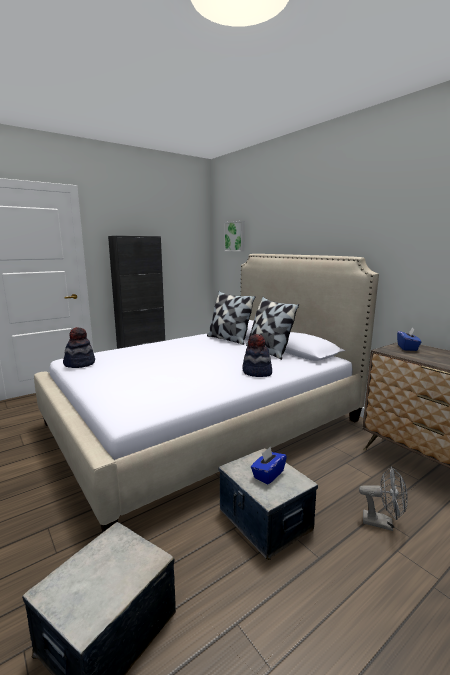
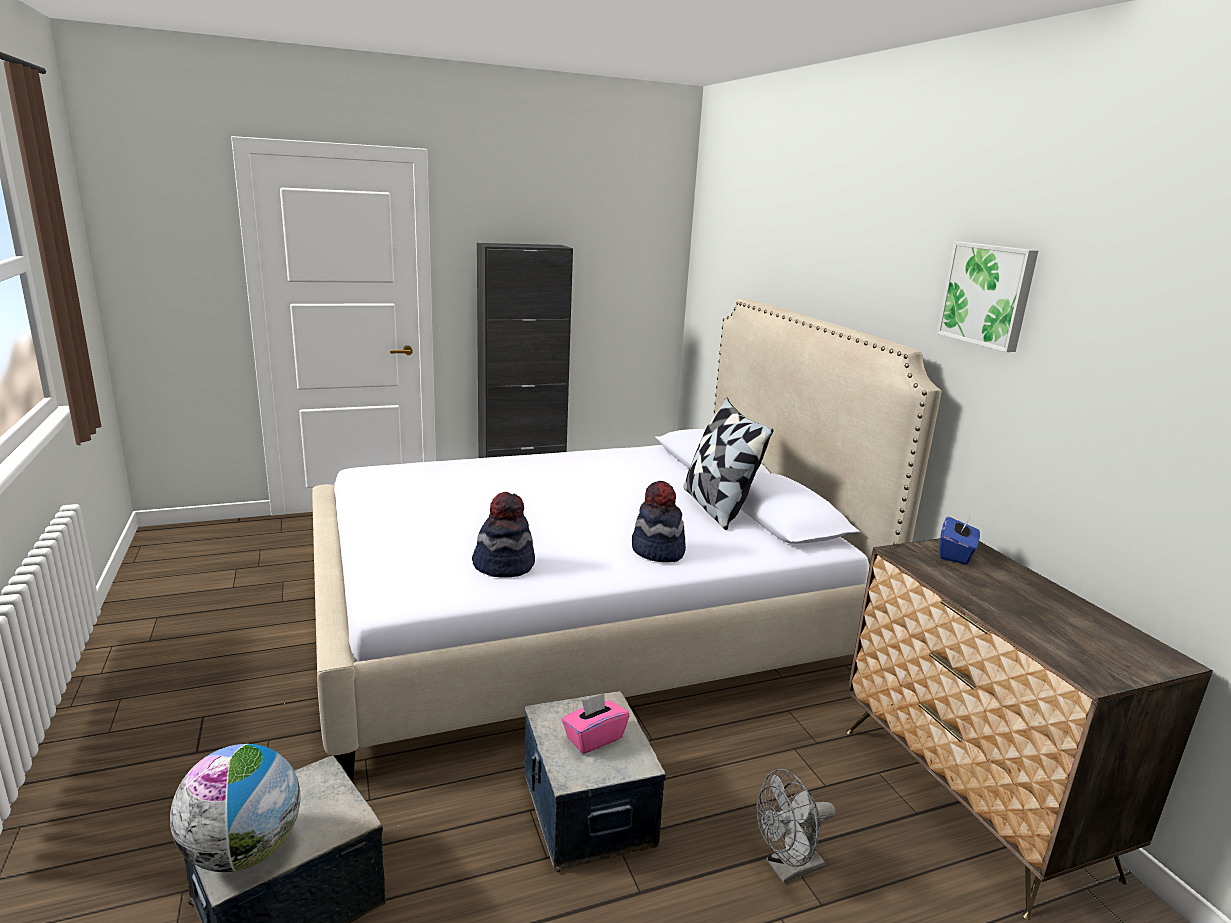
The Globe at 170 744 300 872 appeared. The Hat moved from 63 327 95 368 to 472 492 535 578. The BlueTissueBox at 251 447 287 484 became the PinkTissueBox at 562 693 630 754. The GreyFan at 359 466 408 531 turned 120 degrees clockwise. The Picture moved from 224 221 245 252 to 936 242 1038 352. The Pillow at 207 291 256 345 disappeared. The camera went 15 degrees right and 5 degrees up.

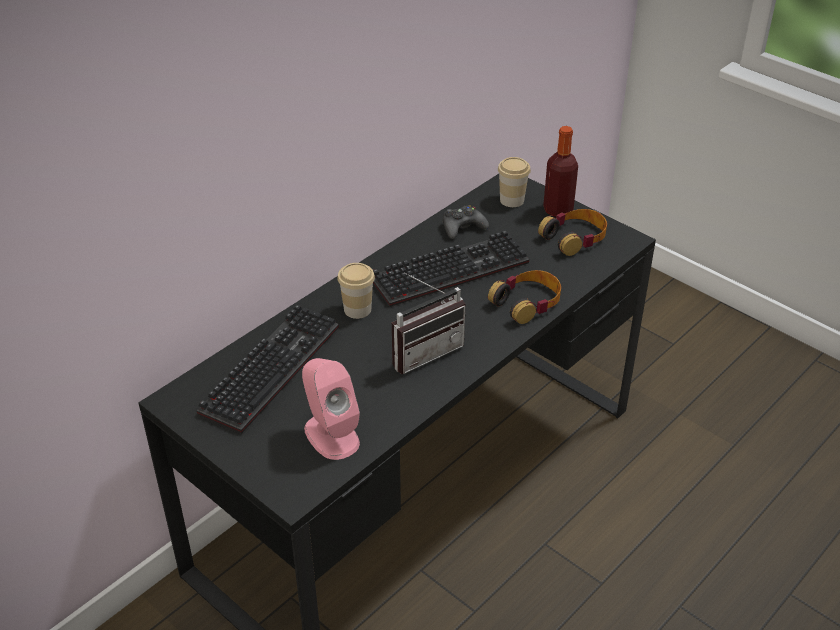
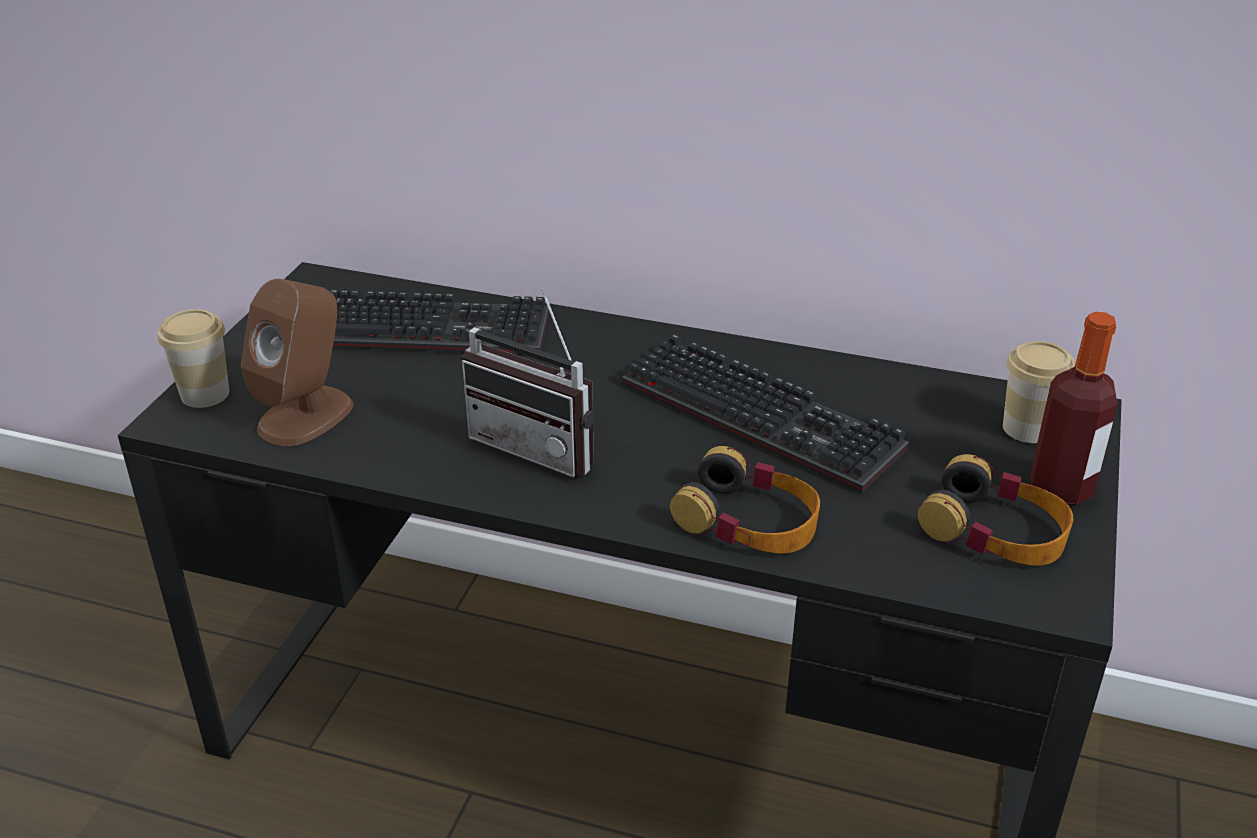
The Cup moved from 337 263 375 319 to 158 309 229 408. The PinkSpeaker at 302 358 360 460 became the BrownSpeaker at 241 279 353 446. The BlackGameController at 443 205 489 239 disappeared. The camera went 65 degrees right and 5 degrees down.

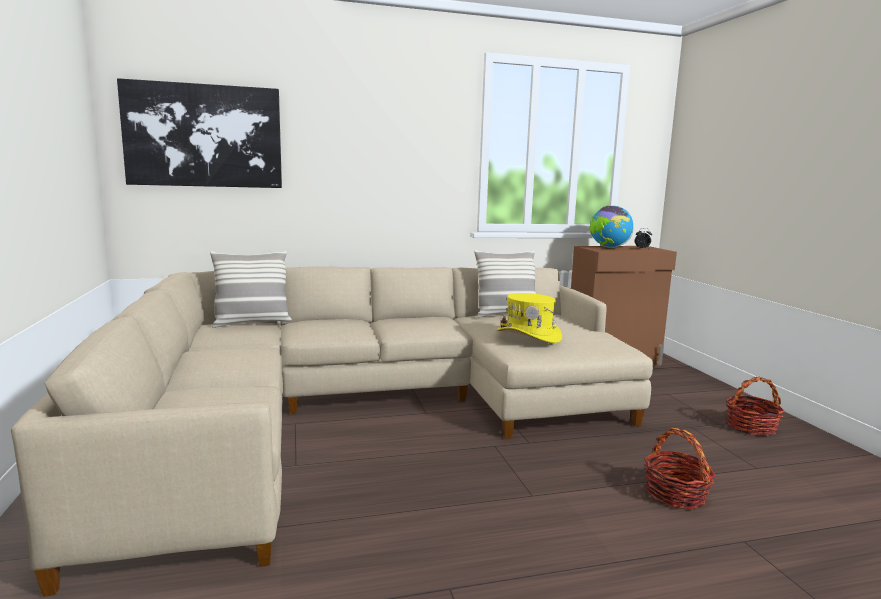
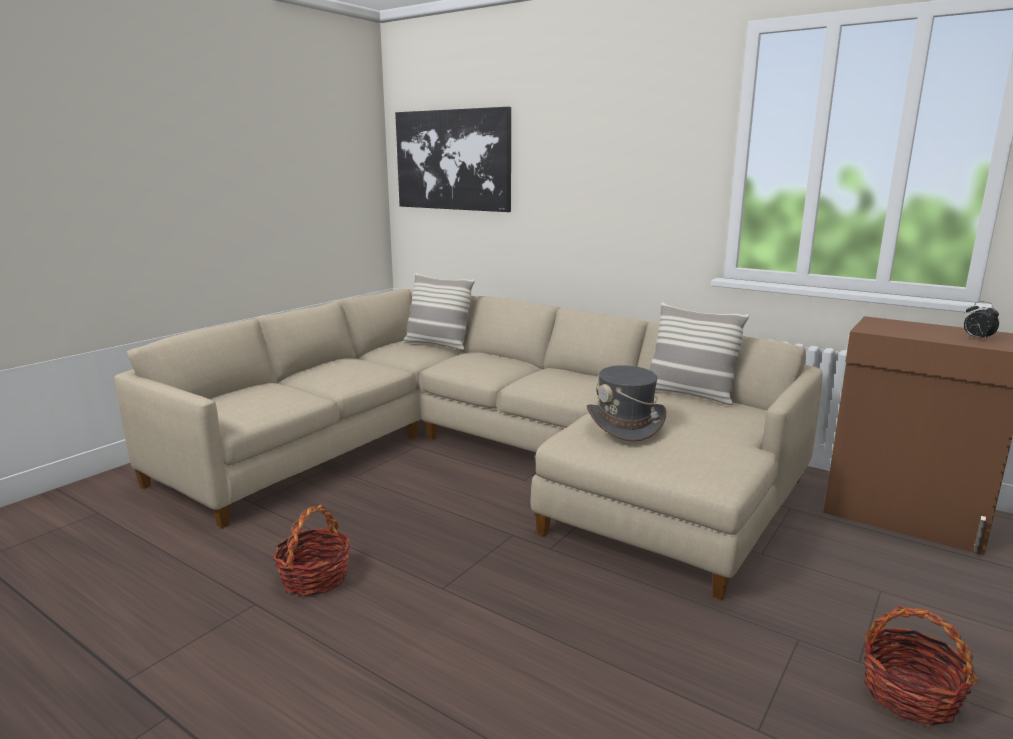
The Basket moved from 644 428 716 509 to 273 505 351 596. The YellowHat at 497 293 562 343 became the GreyHat at 587 365 667 442. The Globe at 590 206 634 248 disappeared. The camera went 50 degrees right and 5 degrees up.

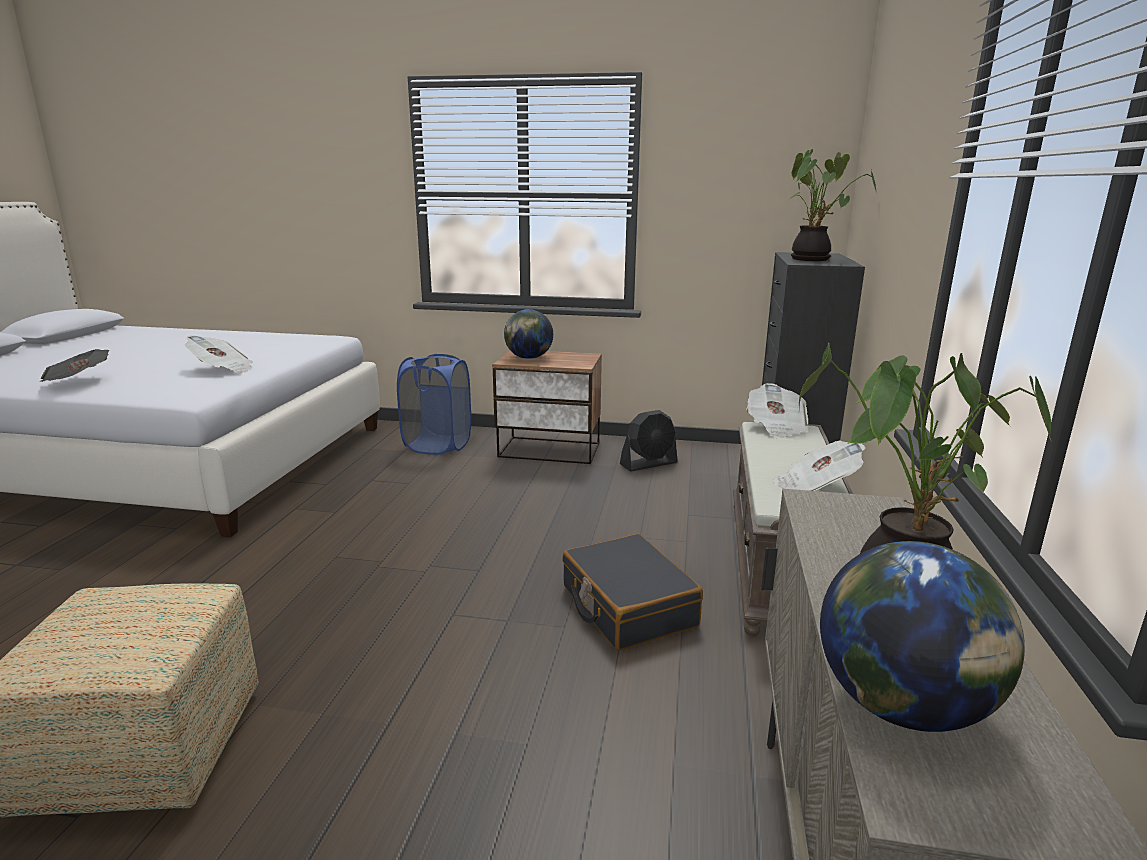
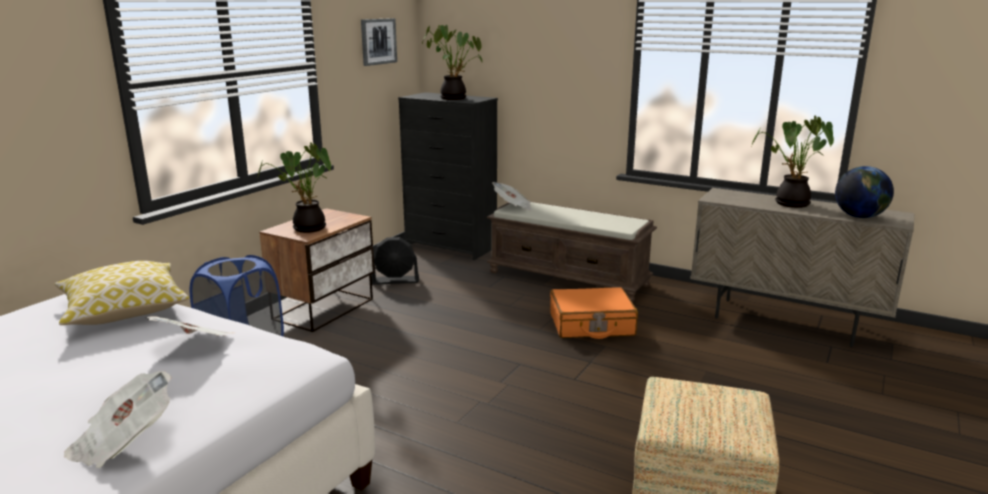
The Pillow at 55 261 189 325 appeared. The Globe at 504 309 553 359 was replaced by the PottedPlant at 258 142 331 233. The Picture at 361 18 397 66 appeared. The BlackFan at 620 410 678 472 turned 90 degrees clockwise. The BlackSuitcase at 562 534 703 651 became the OrangeSuitcase at 550 287 638 339. The Newspaper at 773 441 866 491 disappeared. The camera went 70 degrees left and 0 degrees up.

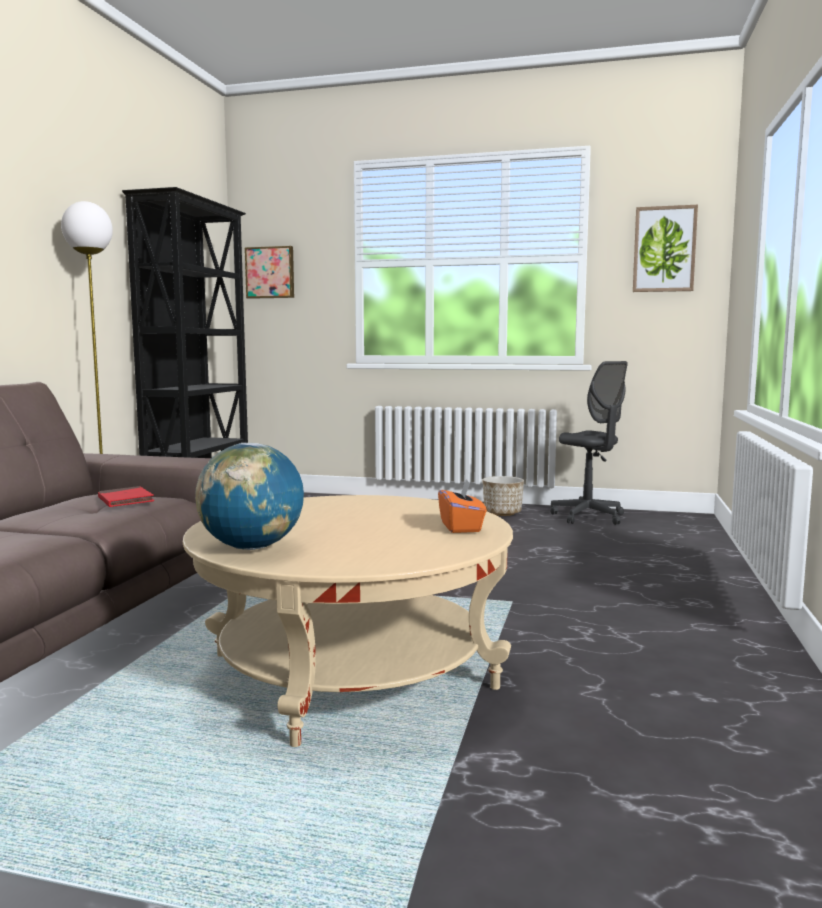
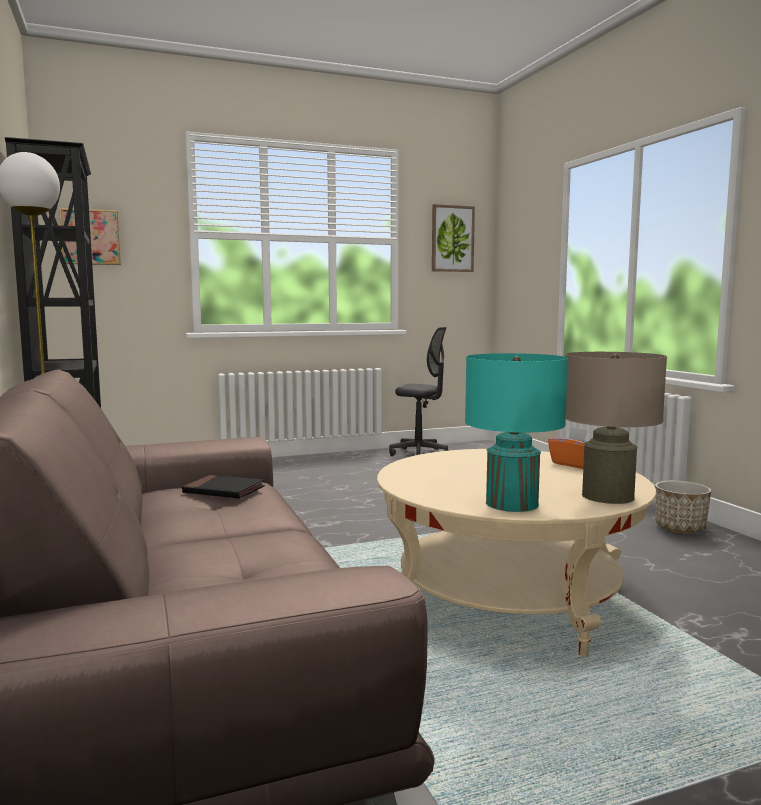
The RedBook at 98 486 154 507 became the BlackBook at 182 475 265 499. The Globe at 195 443 304 550 was replaced by the TurquoiseTableLamp at 465 353 568 512. The BeigeTableLamp at 565 352 667 504 appeared. The Planter moved from 483 476 524 516 to 655 481 711 534. The camera went 35 degrees left and 0 degrees up.

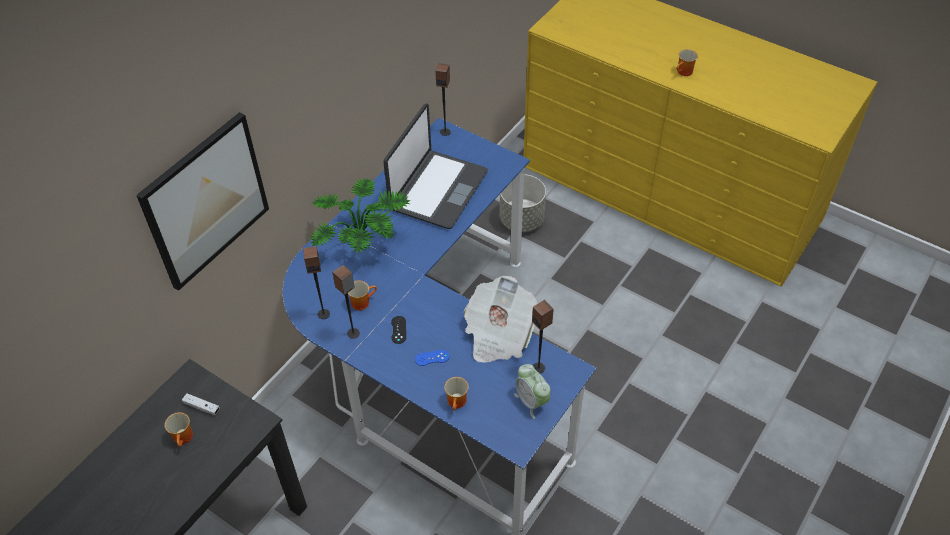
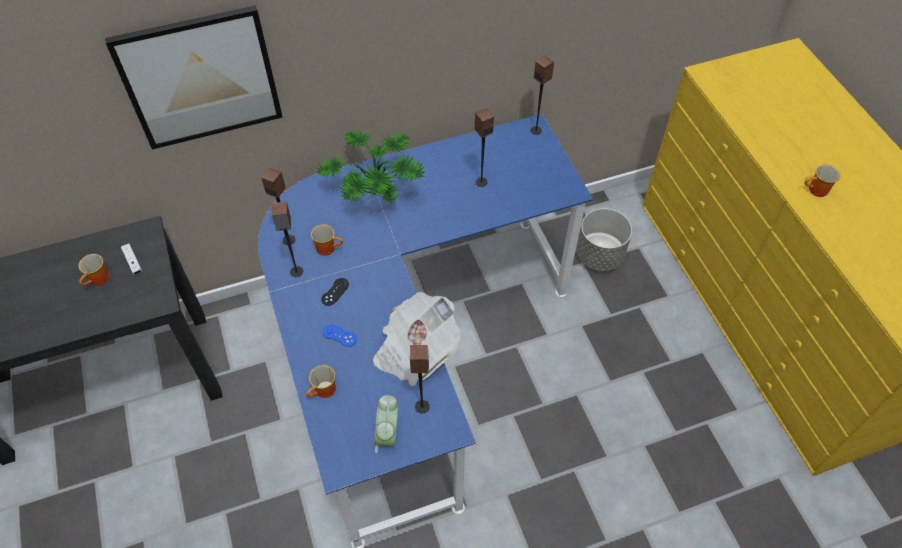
The Laptop at 383 104 488 229 was replaced by the Speaker at 475 108 494 187. The camera went 35 degrees right and 5 degrees up.

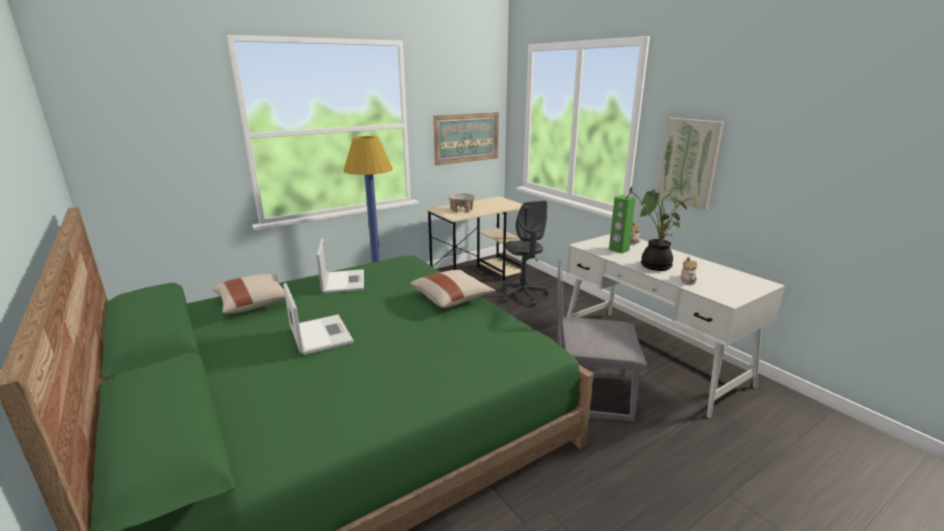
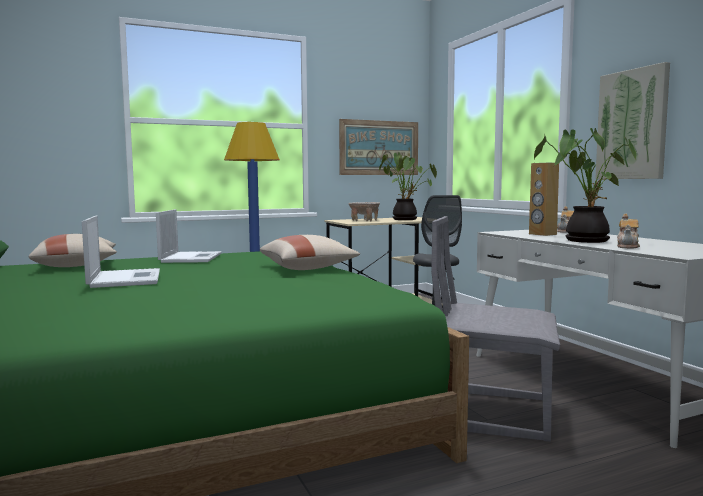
The PottedPlant at 379 152 437 220 appeared. The GreenSpeaker at 609 195 635 253 became the BrownSpeaker at 529 163 559 236. The camera went 10 degrees right and 15 degrees down.

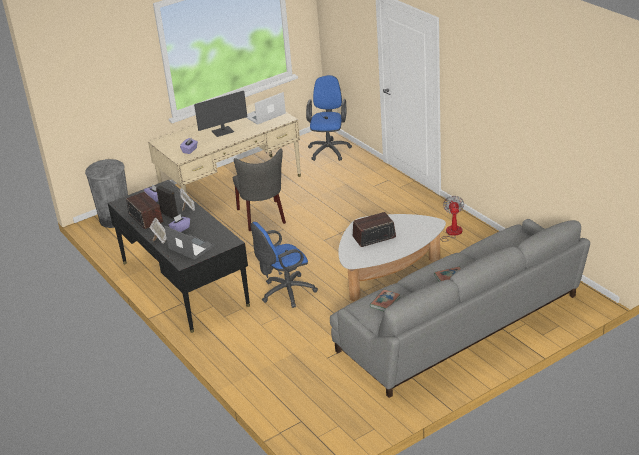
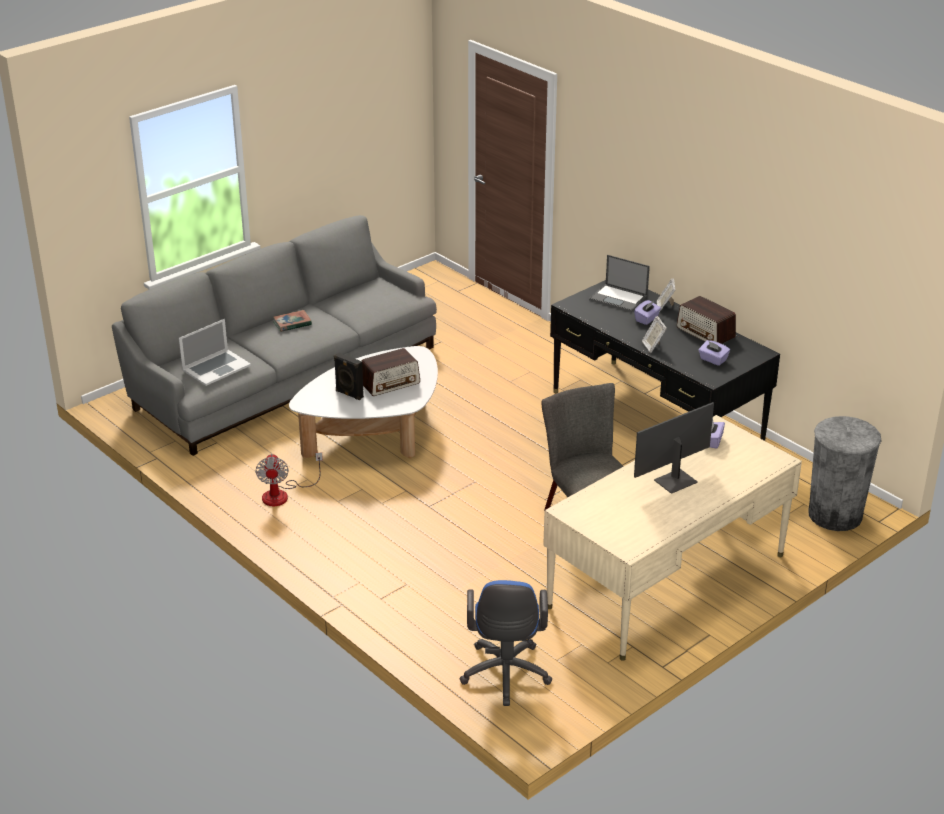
The Laptop moved from 246 92 286 125 to 179 319 251 386. The BlackSpeaker moved from 156 186 178 219 to 334 353 364 401. The BlueOfficeChair at 251 222 318 308 disappeared. The Book at 370 289 401 311 disappeared. The camera went 170 degrees right and 0 degrees up.

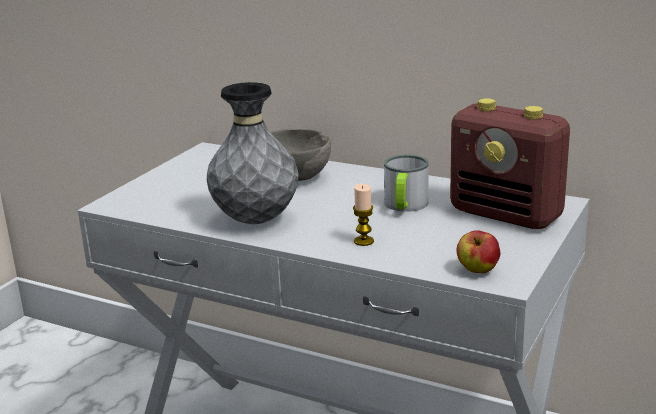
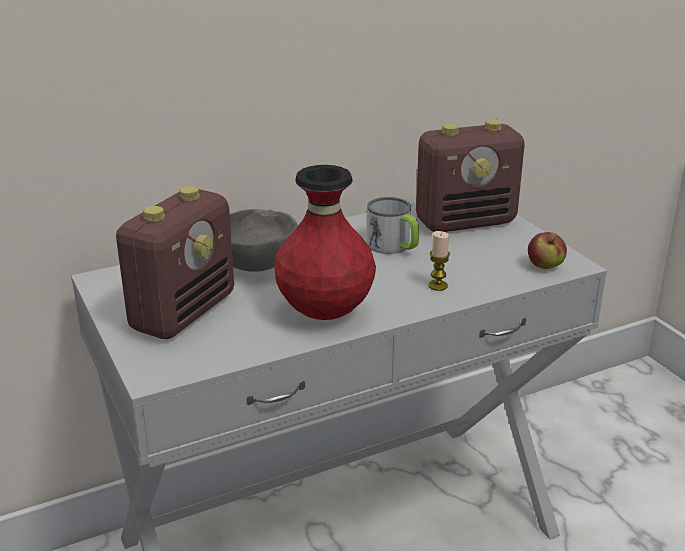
The Radio at 116 186 234 339 appeared. The GreyVase at 207 82 299 224 became the RedVase at 274 165 376 320. The camera went 55 degrees left and 5 degrees up.

